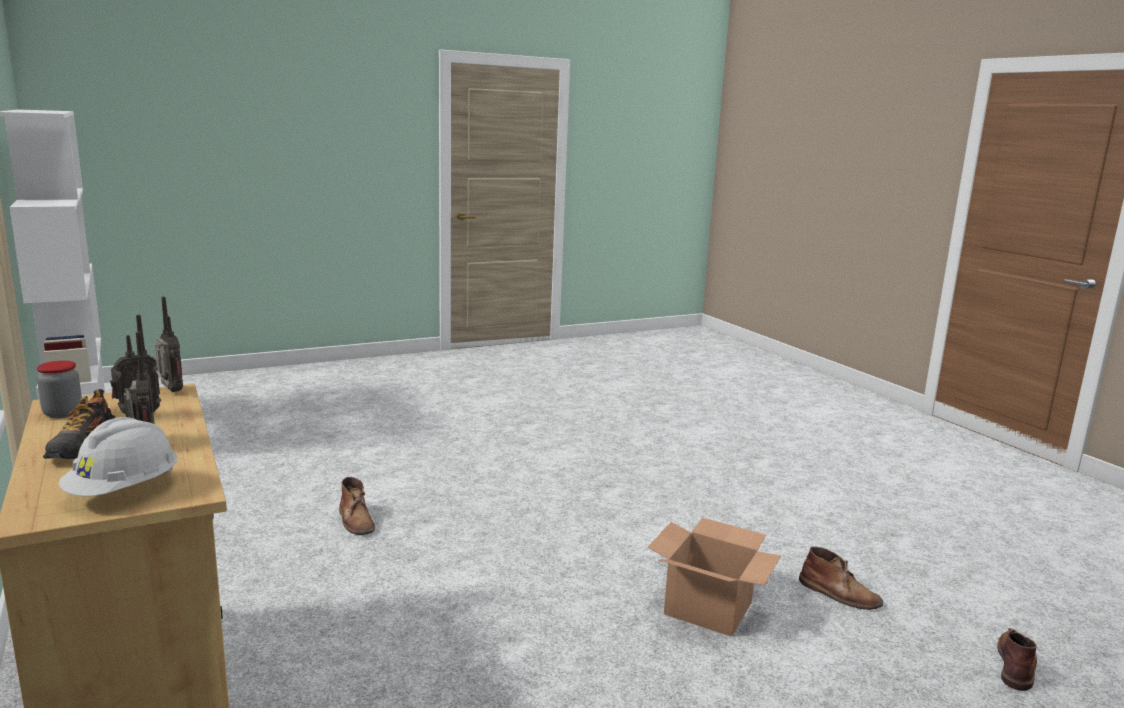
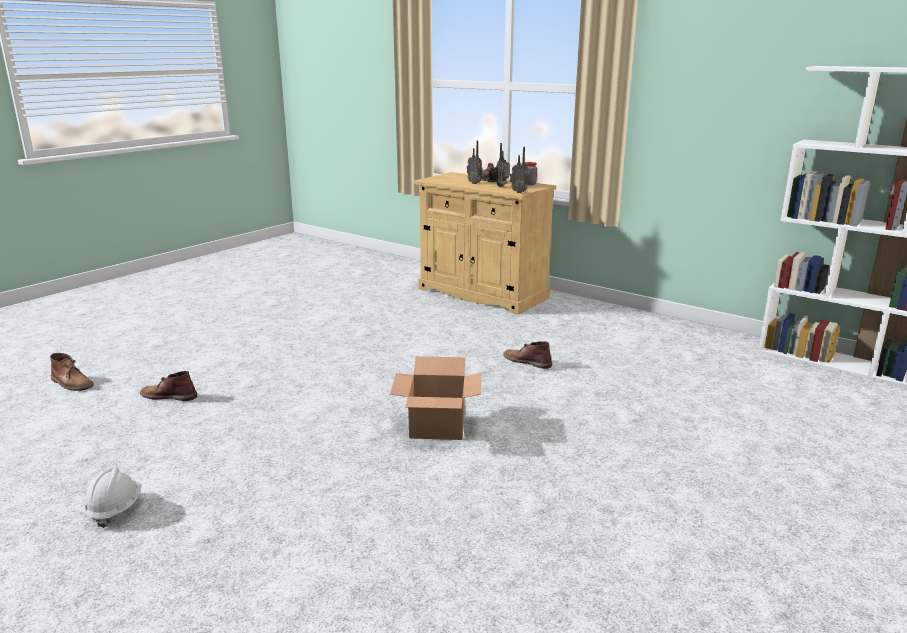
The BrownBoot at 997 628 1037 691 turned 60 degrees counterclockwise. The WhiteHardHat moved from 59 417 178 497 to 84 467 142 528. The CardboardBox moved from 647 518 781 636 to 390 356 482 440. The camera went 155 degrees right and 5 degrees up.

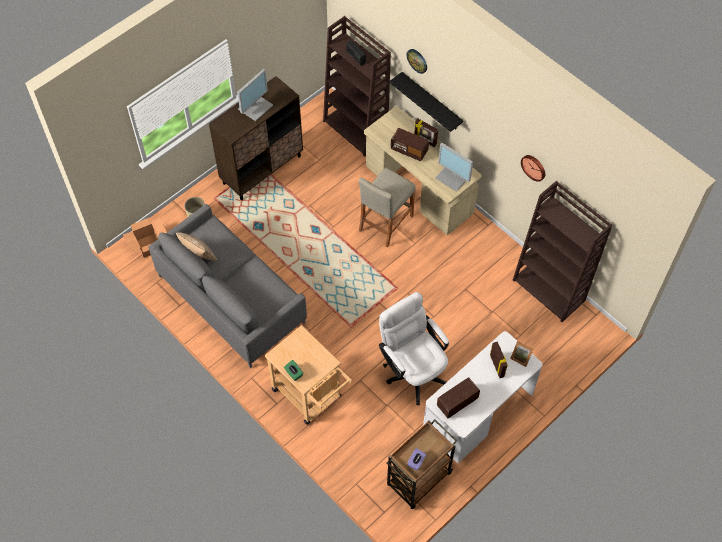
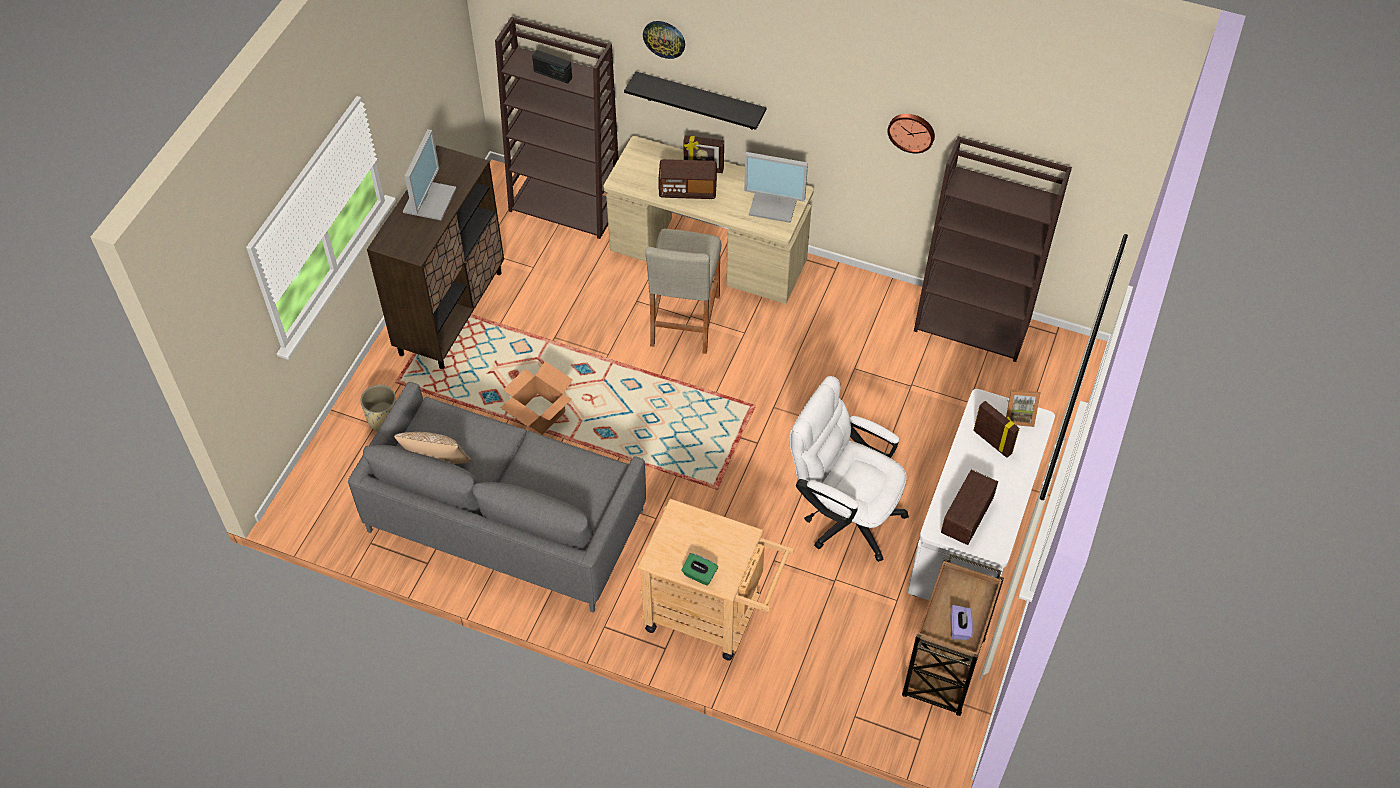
The CardboardBox moved from 123 218 167 258 to 500 361 573 435. The camera went 25 degrees left and 5 degrees down.

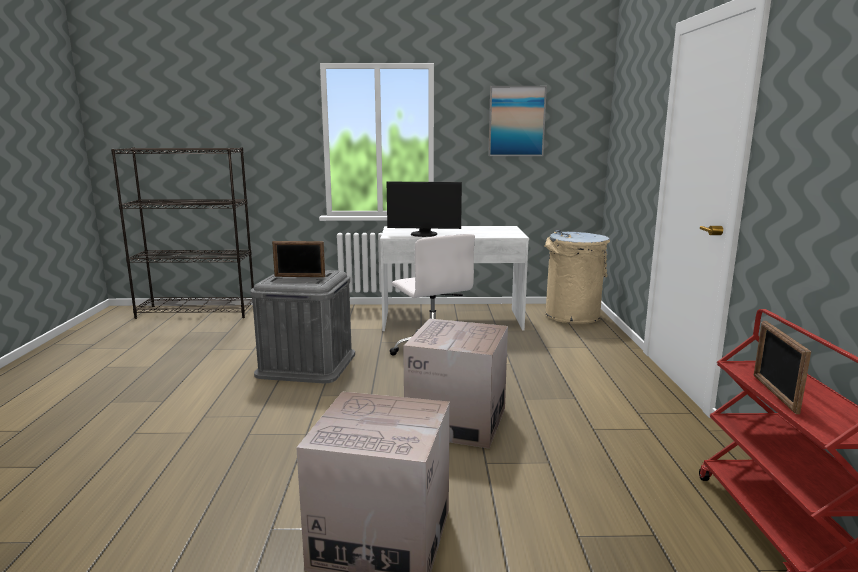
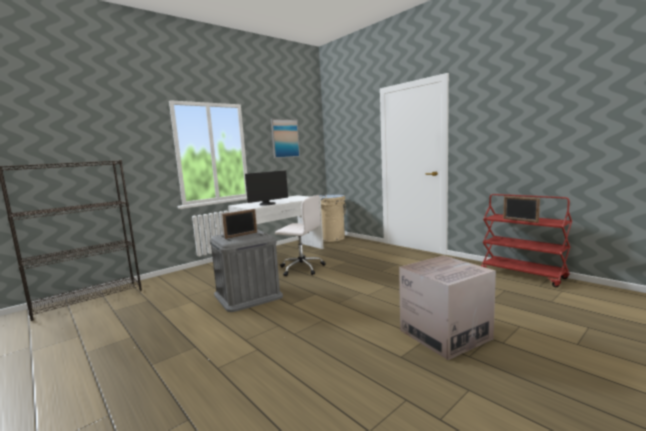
The CardboardBox at 403 319 508 449 disappeared. The camera went 40 degrees left and 5 degrees down.

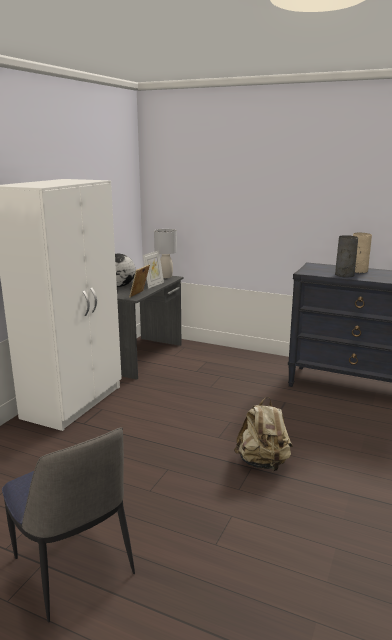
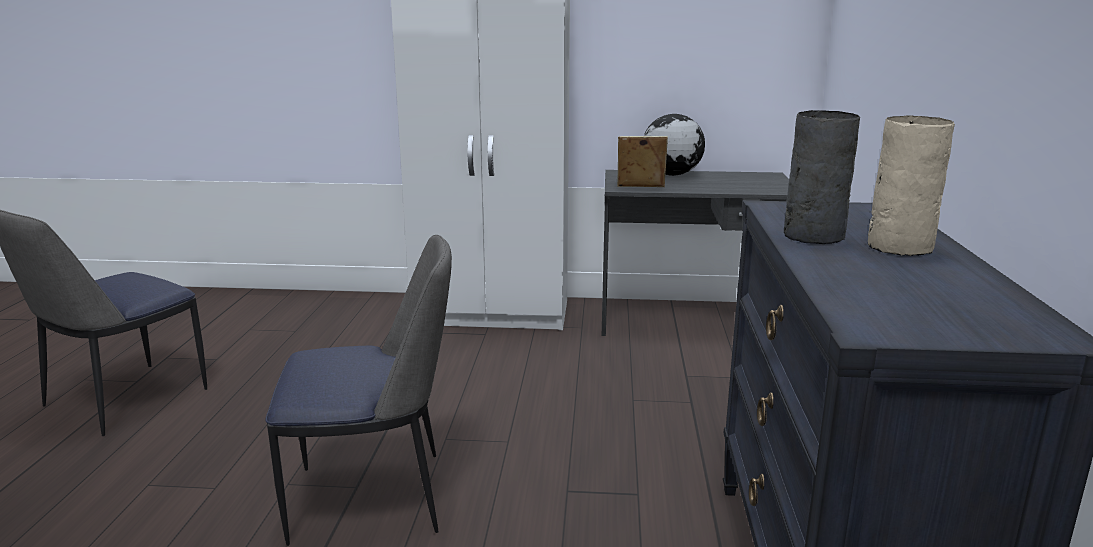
The BeigeBackpack at 234 397 293 471 was replaced by the Chair at 266 235 452 546. The PictureFrame at 143 250 164 288 disappeared. The GreyTableLamp at 154 229 177 278 disappeared. The camera went 70 degrees right and 0 degrees up.

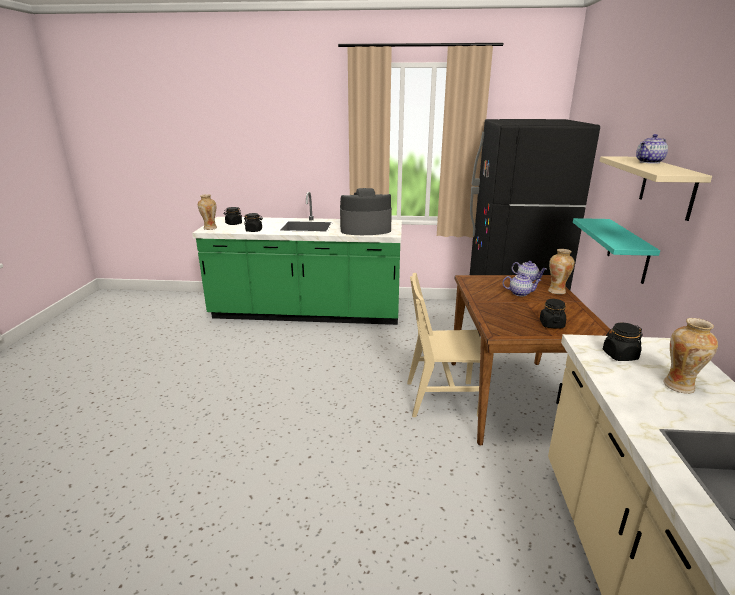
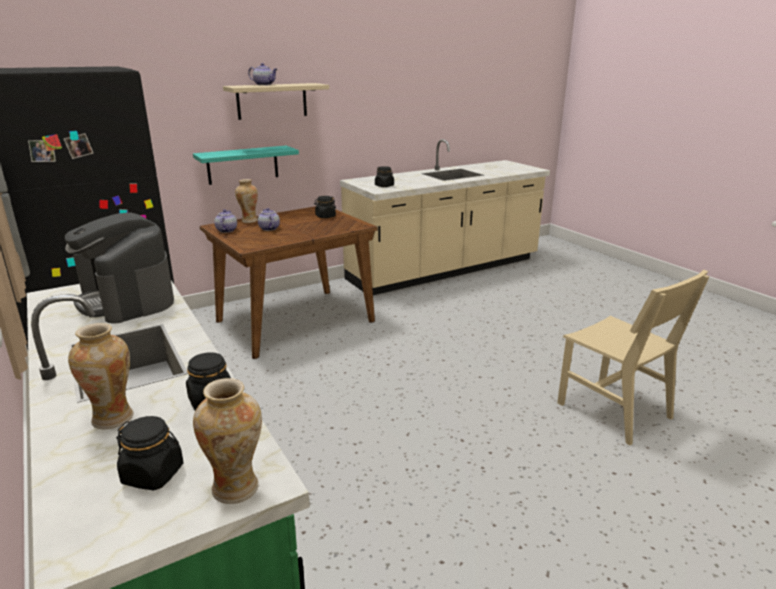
The Vase moved from 663 318 718 394 to 68 323 134 429. The BeigeChair moved from 407 273 481 417 to 557 270 710 445. The camera went 125 degrees left and 0 degrees up.

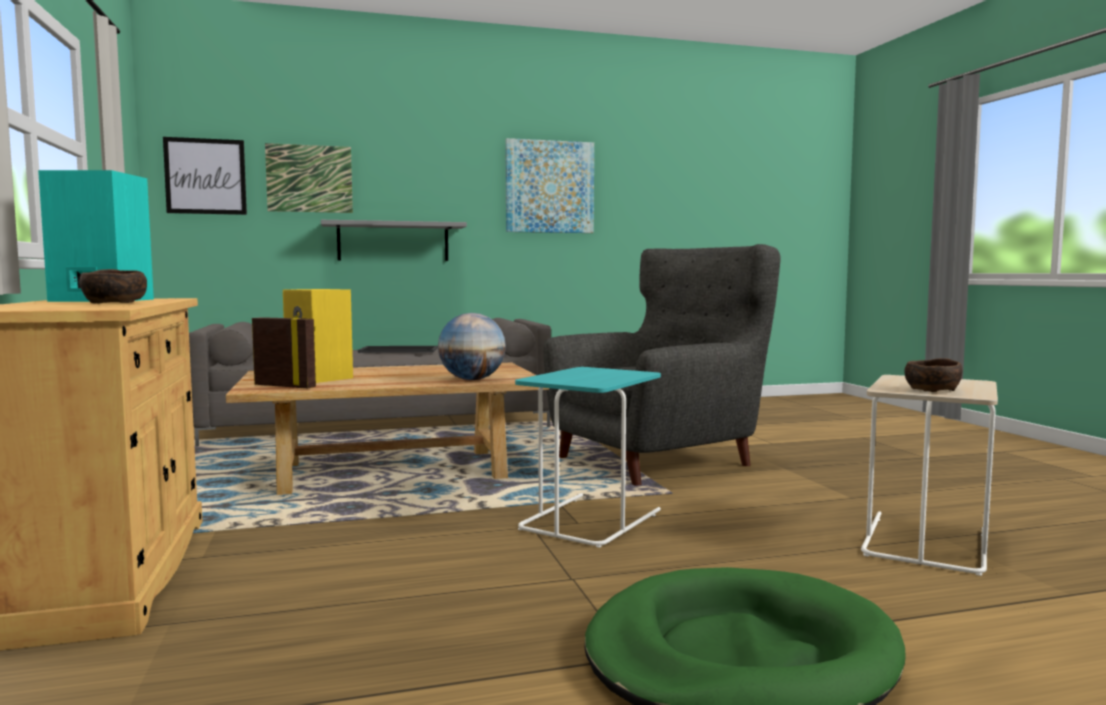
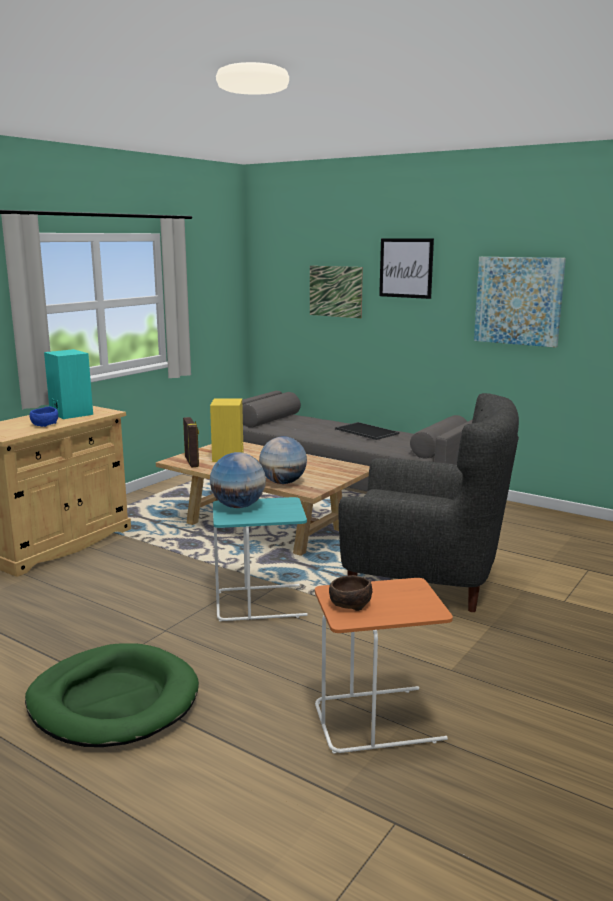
The BrownBowl at 79 269 147 304 became the BlueBowl at 29 407 58 427. The Globe at 210 452 266 508 appeared. The BeigeSideTable at 861 375 998 576 became the OrangeSideTable at 315 578 453 754. The Picture moved from 163 137 247 215 to 379 238 434 299. The GreyShelf at 321 220 467 261 disappeared. The camera went 50 degrees right and 10 degrees up.

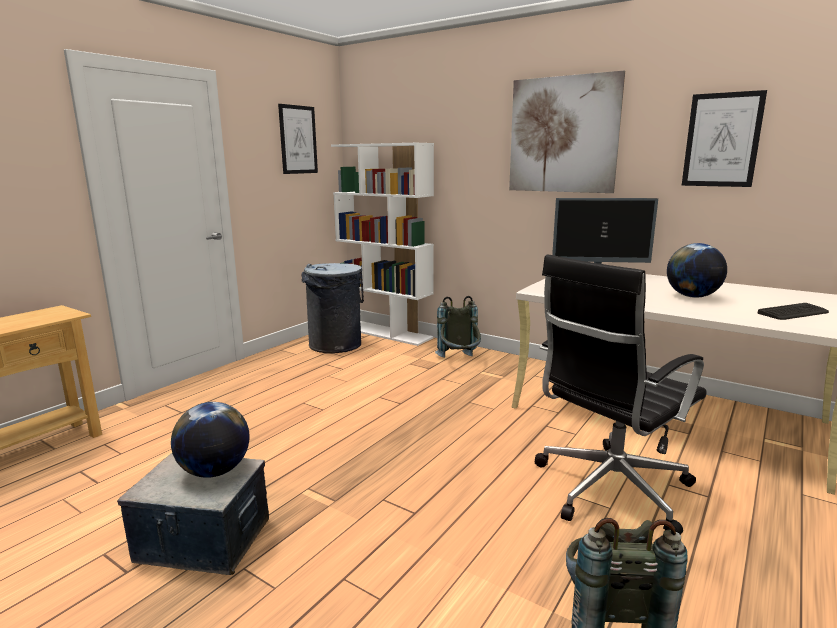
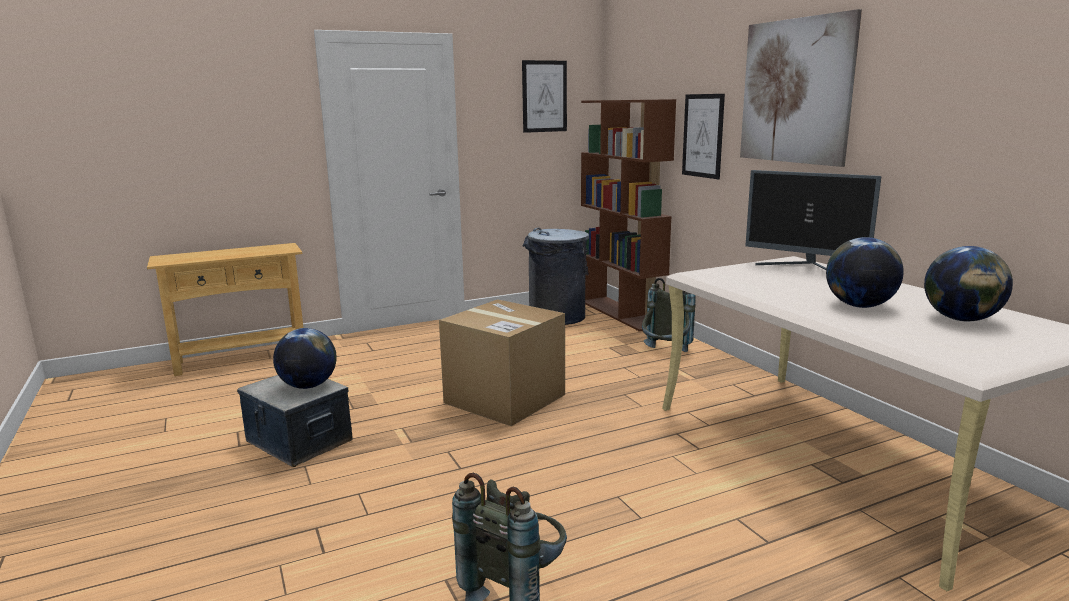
The CardboardBox at 439 299 565 426 appeared. The WhiteBookcase at 331 143 434 346 became the BrownBookcase at 581 99 676 332. The Picture moved from 682 90 767 187 to 682 94 725 179. The Globe at 924 246 1013 321 appeared. The BlackOfficeChair at 535 254 707 535 disappeared. The Keyboard at 757 303 829 320 disappeared. The camera went 30 degrees right and 0 degrees up.

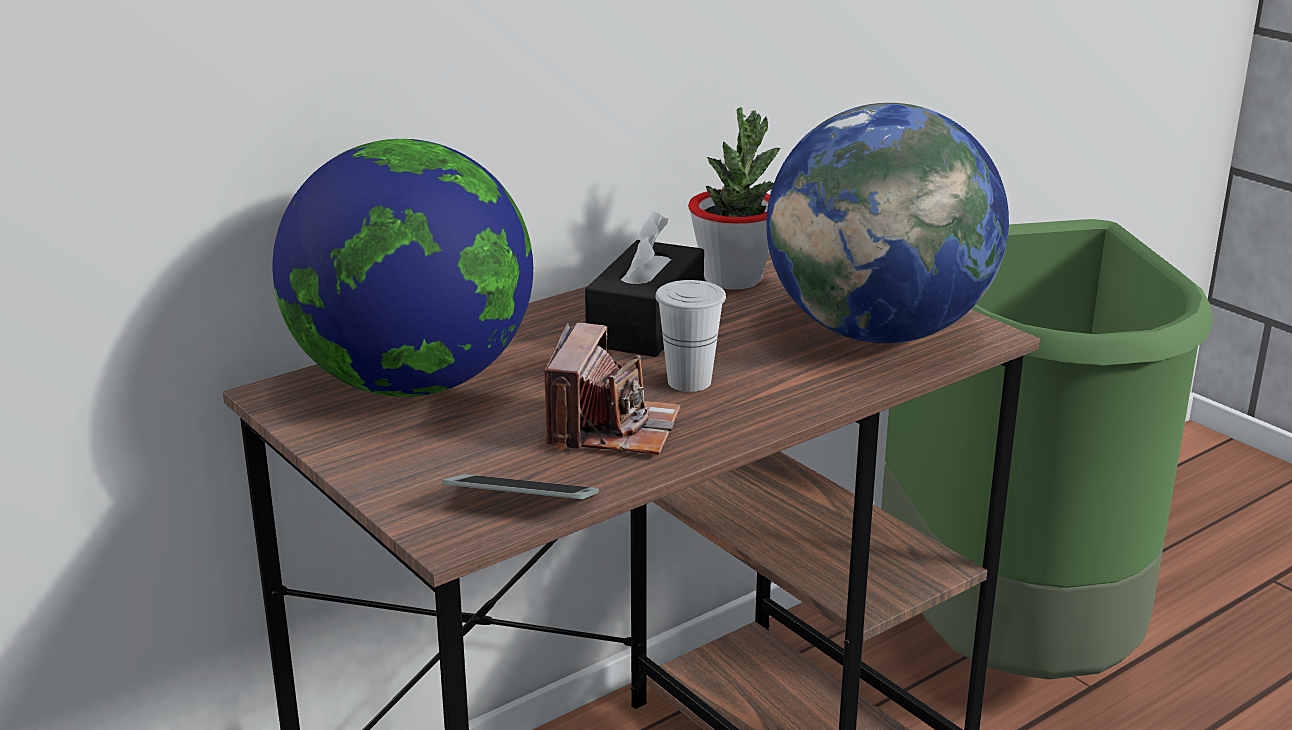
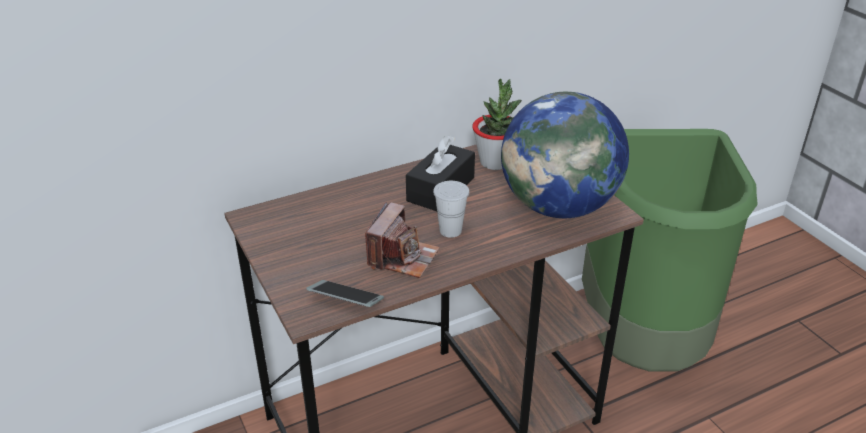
The Globe at 272 139 533 397 disappeared. The camera went 10 degrees right and 10 degrees up.

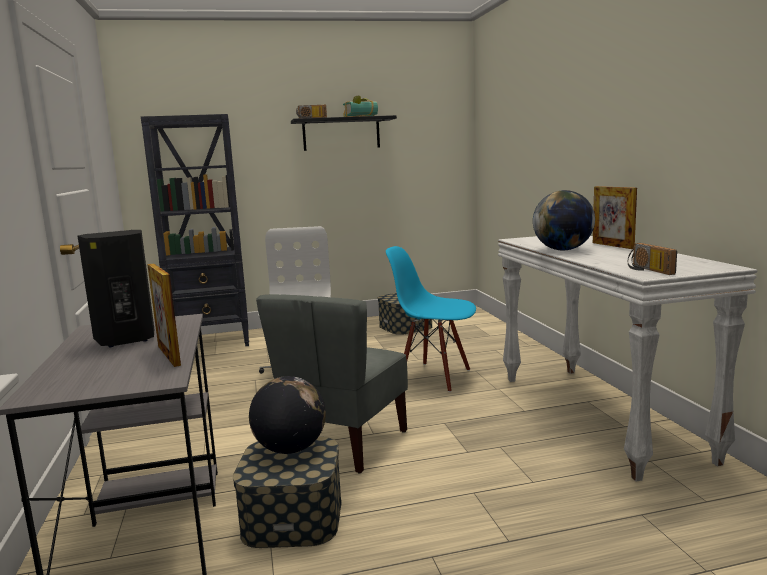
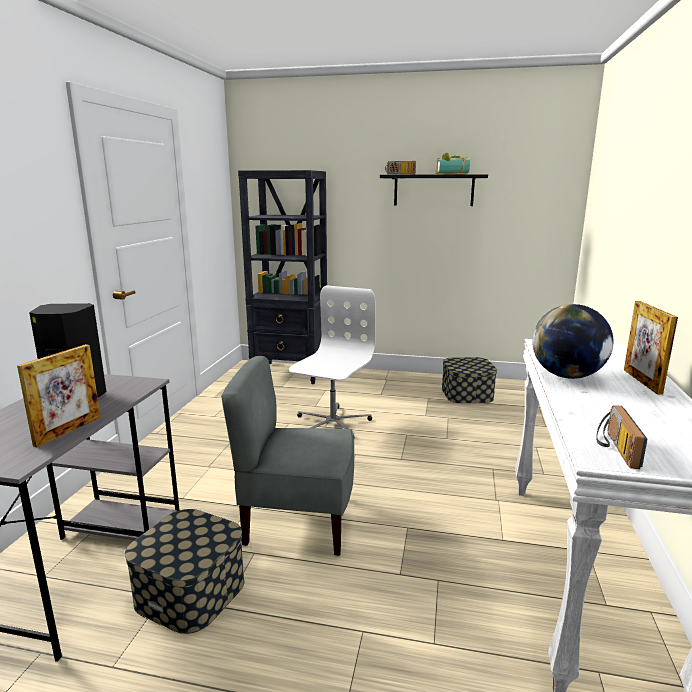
The PictureFrame at 147 263 181 367 turned 150 degrees counterclockwise. The GreyChair at 256 294 408 473 turned 45 degrees clockwise. The Globe at 249 376 326 454 disappeared. The BlueChair at 386 246 476 392 disappeared. The camera went 25 degrees right and 5 degrees up.

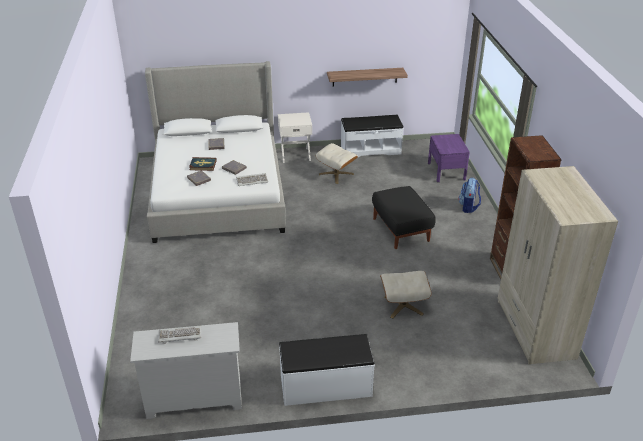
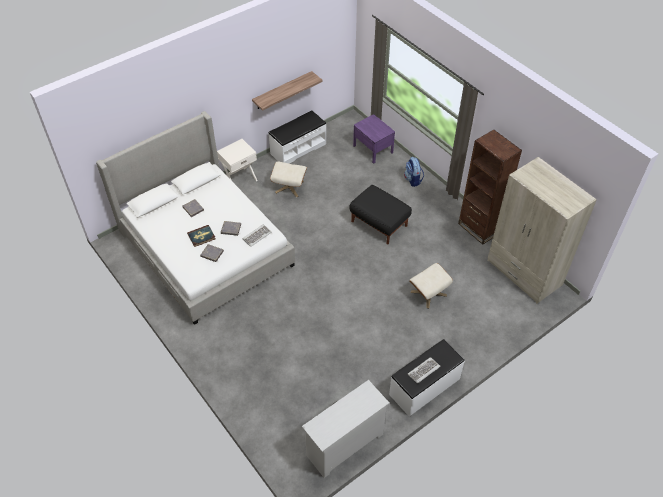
The Keyboard moved from 158 326 201 344 to 408 357 440 383. The camera went 30 degrees left and 15 degrees up.

